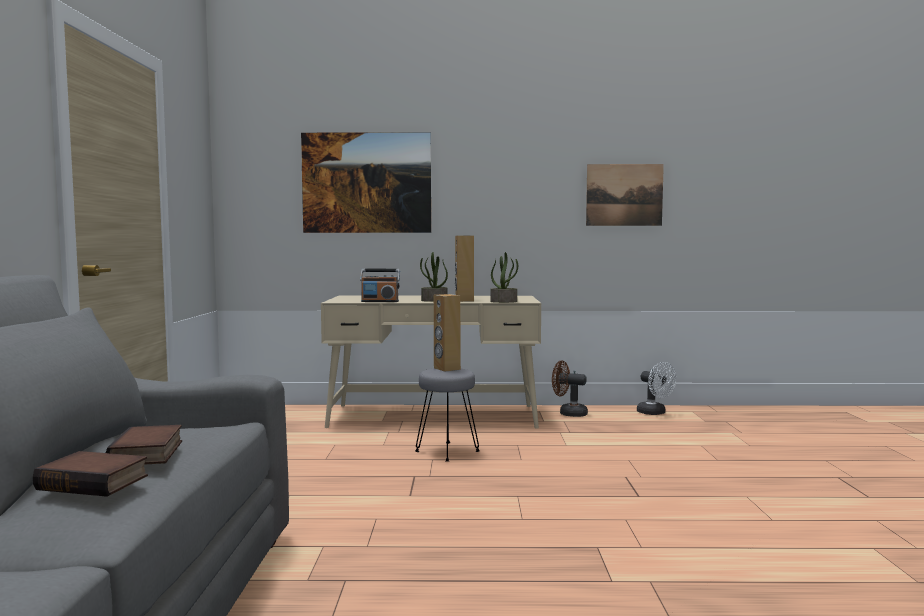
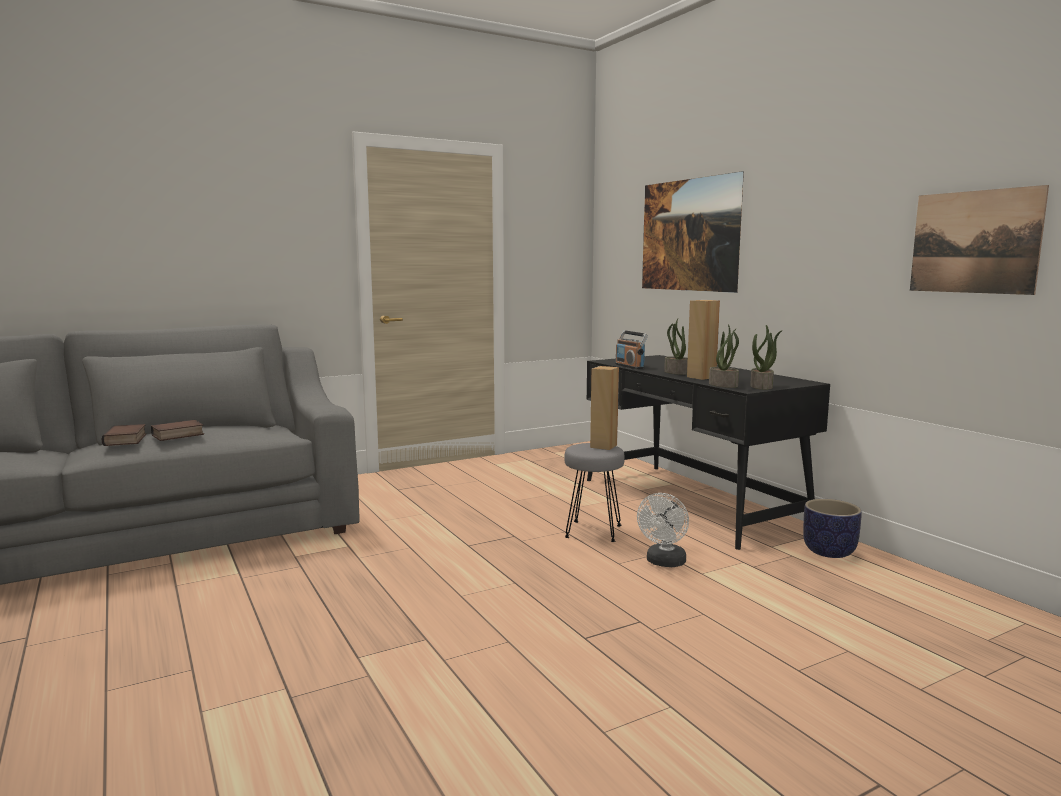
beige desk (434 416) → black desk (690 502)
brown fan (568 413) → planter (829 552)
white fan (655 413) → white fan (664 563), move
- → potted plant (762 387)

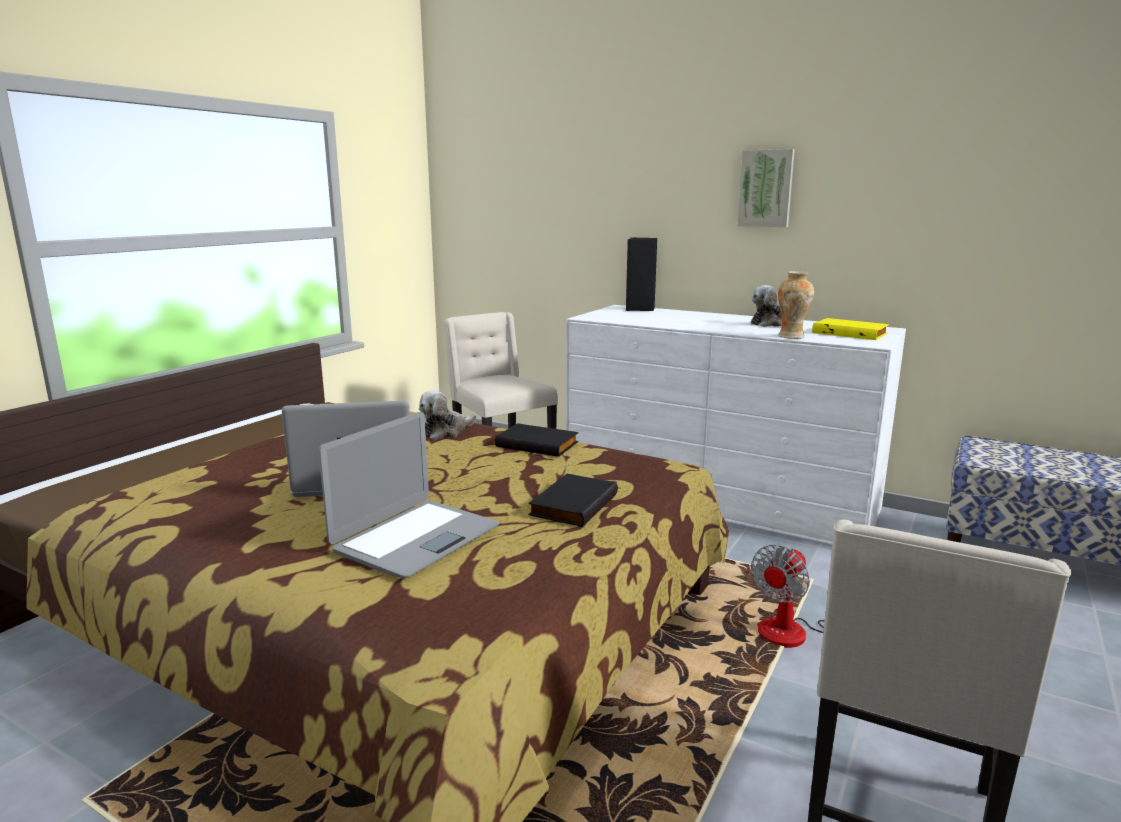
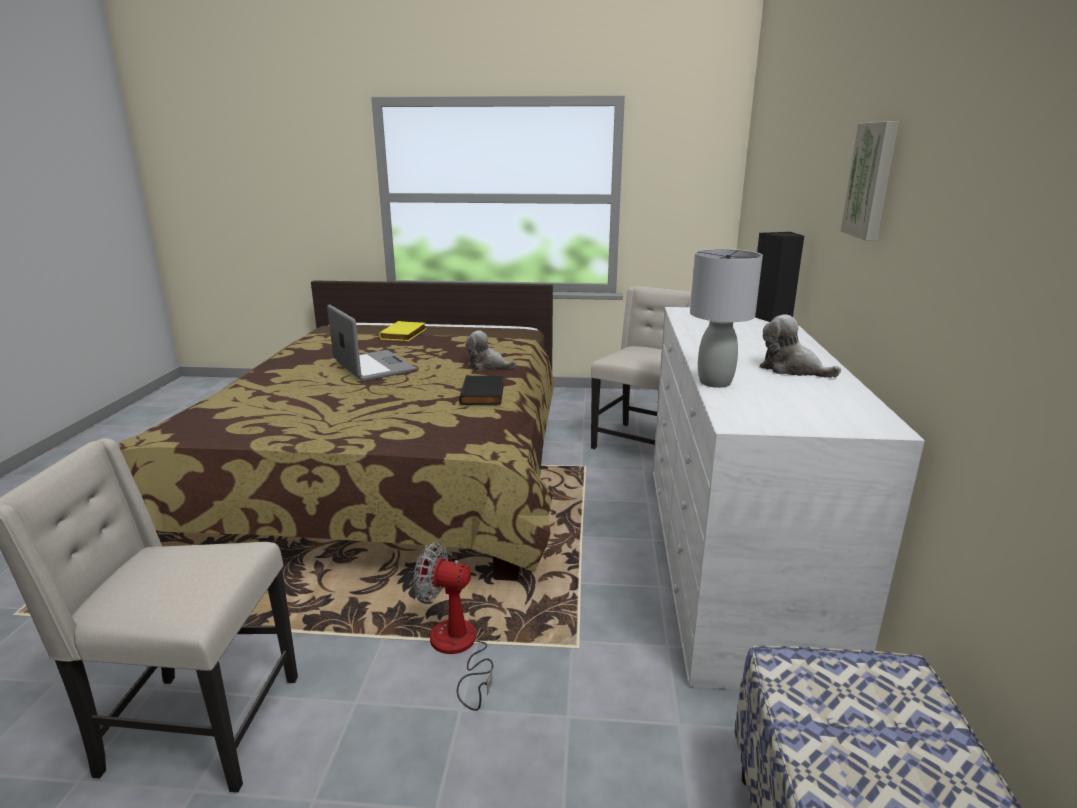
vase (792 337) → grey table lamp (714 382)
yellow book (850 333) → yellow book (404 334), move
laptop (415 539) → -
black book (572 504) → -

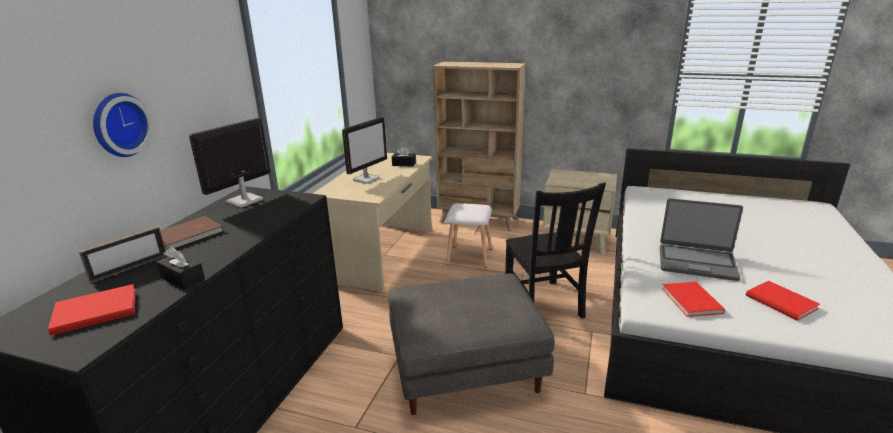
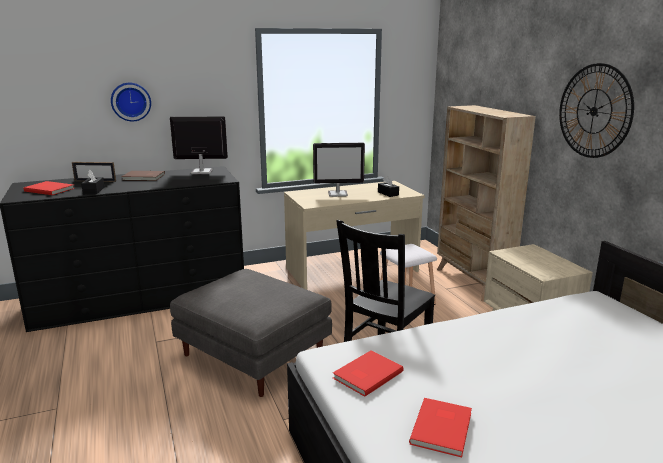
laptop (696 262) → -
- → wall clock (594 111)

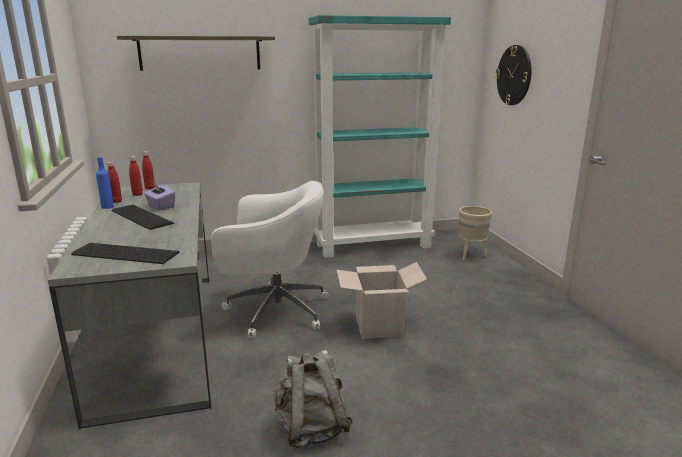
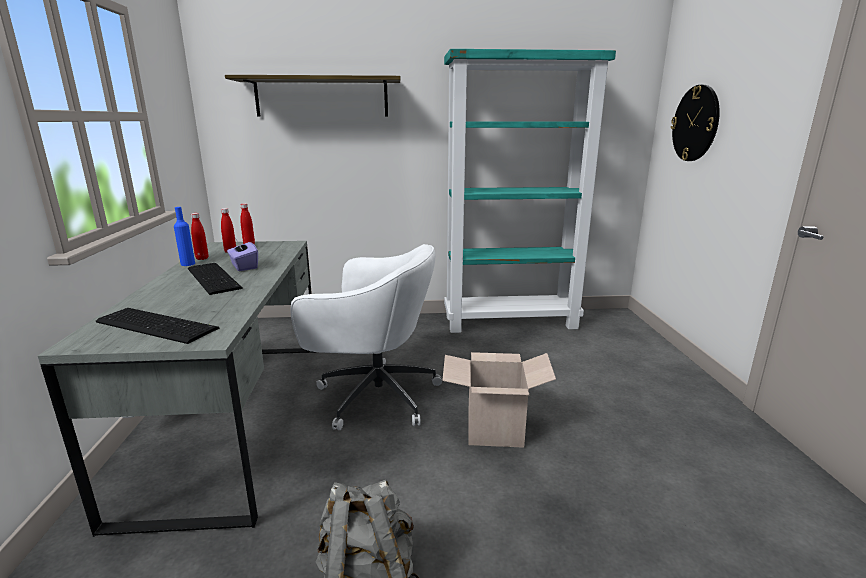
beige planter (471 255) → -

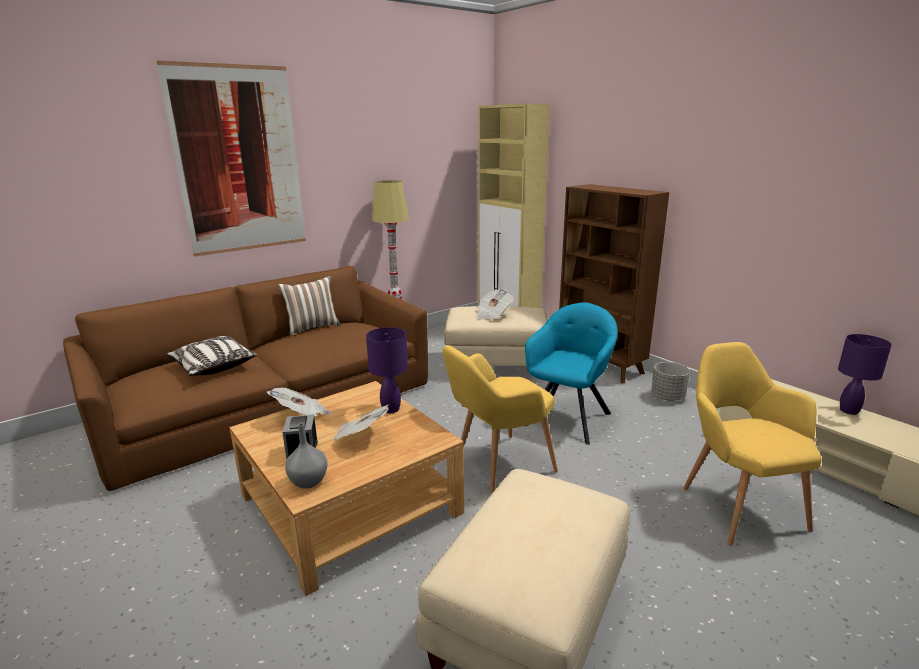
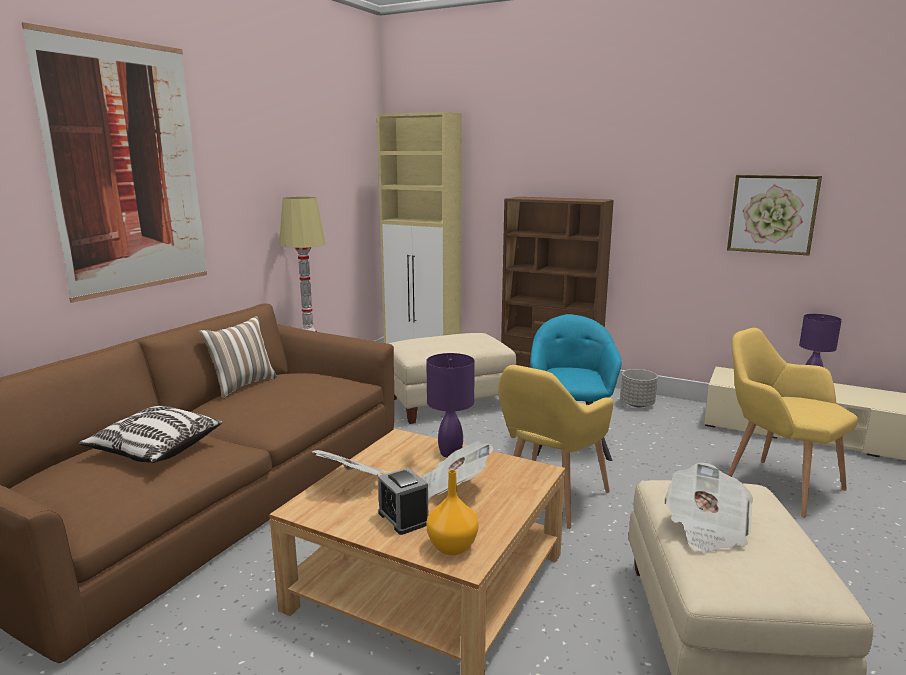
newspaper (492 315) → newspaper (705 528), move
grey vase (308 482) → orange vase (452 547)
- → picture (772 214)

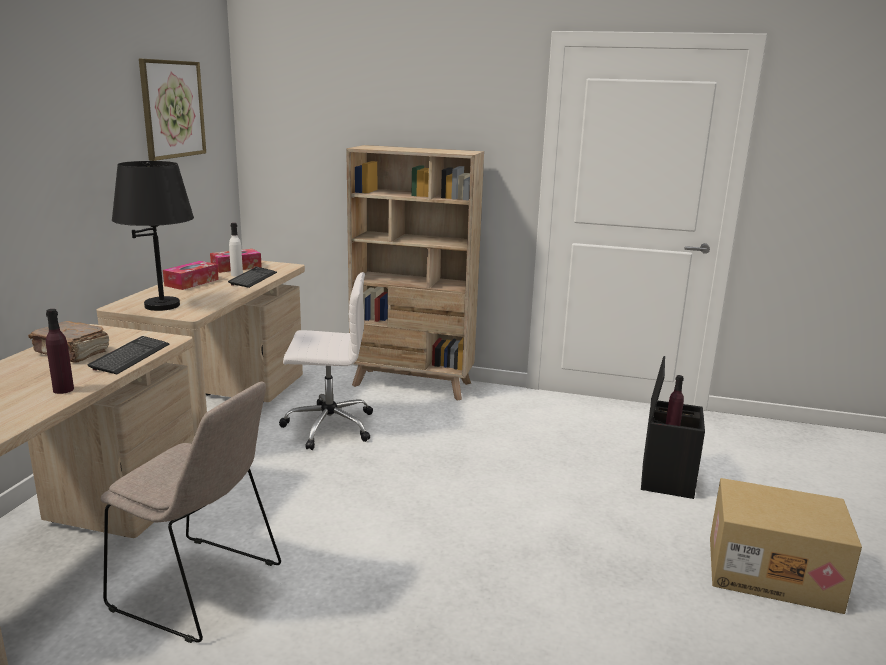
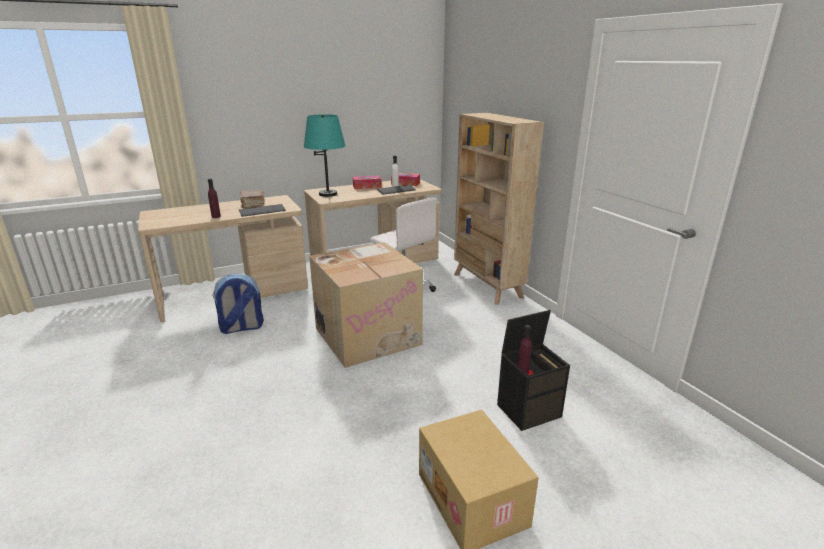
picture (172 109) → -
black table lamp (162 305) → turquoise table lamp (328 194)
beige chair (201 588) → backpack (241 328)
- → cardboard box (368 335)

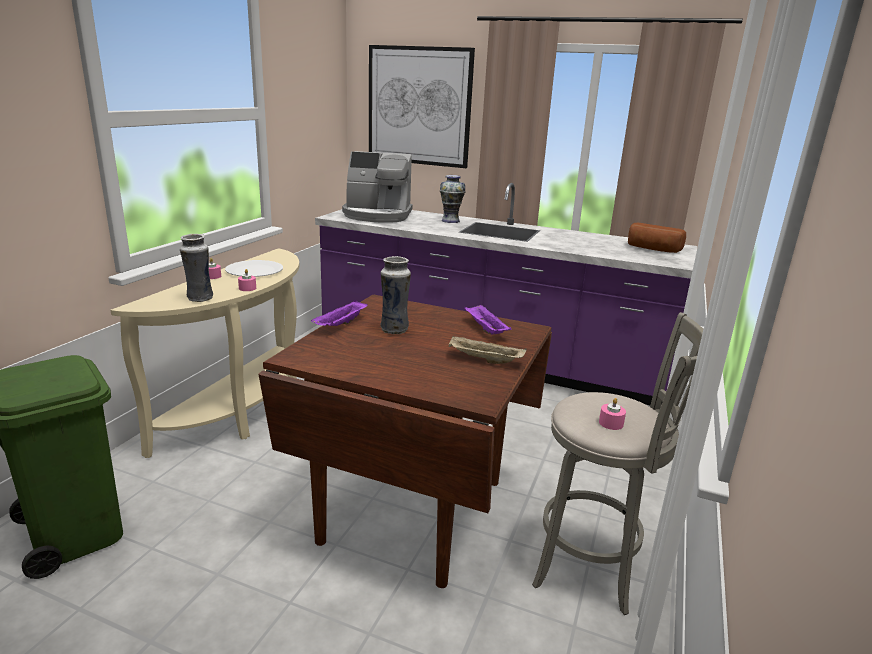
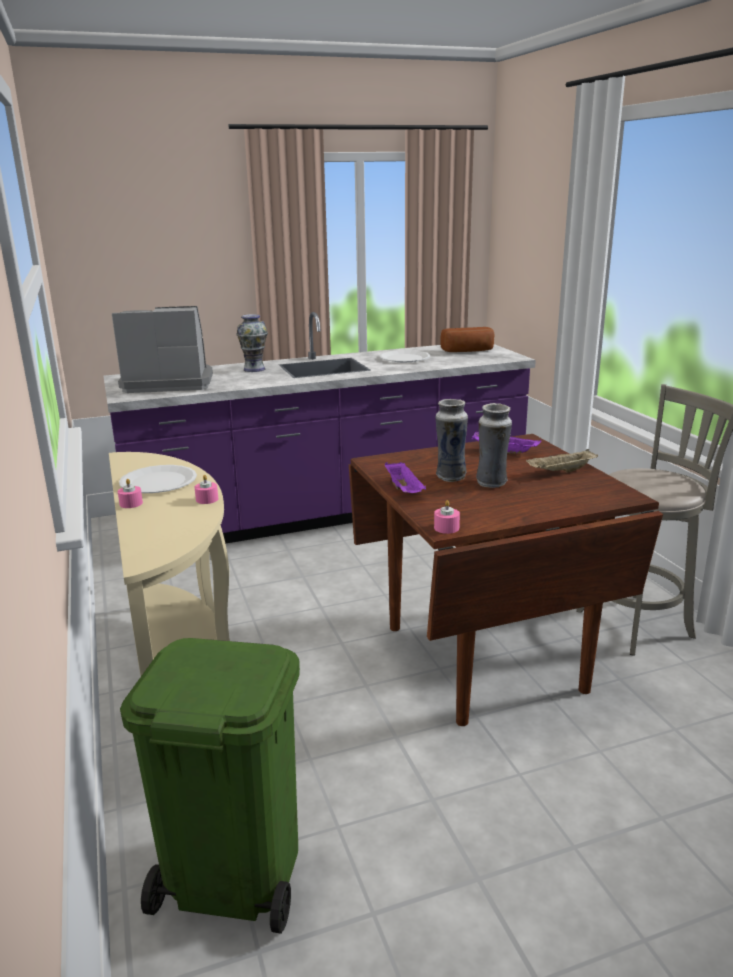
picture (419 106) → -
coffee machine (377 215) → coffee machine (167 383), 150 degrees counterclockwise
vase (199 299) → vase (492 483), move
pink candle (611 423) → pink candle (446 528), move
- → white plate (404 358)

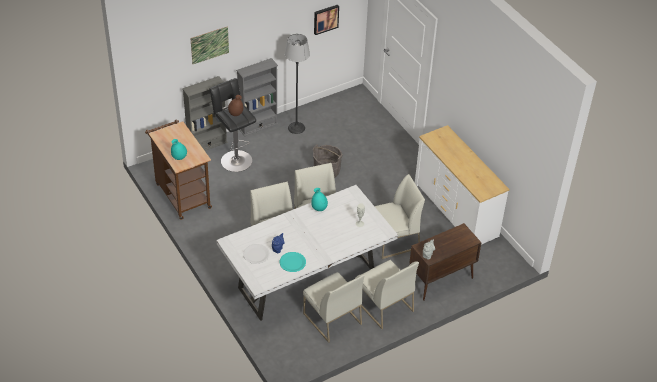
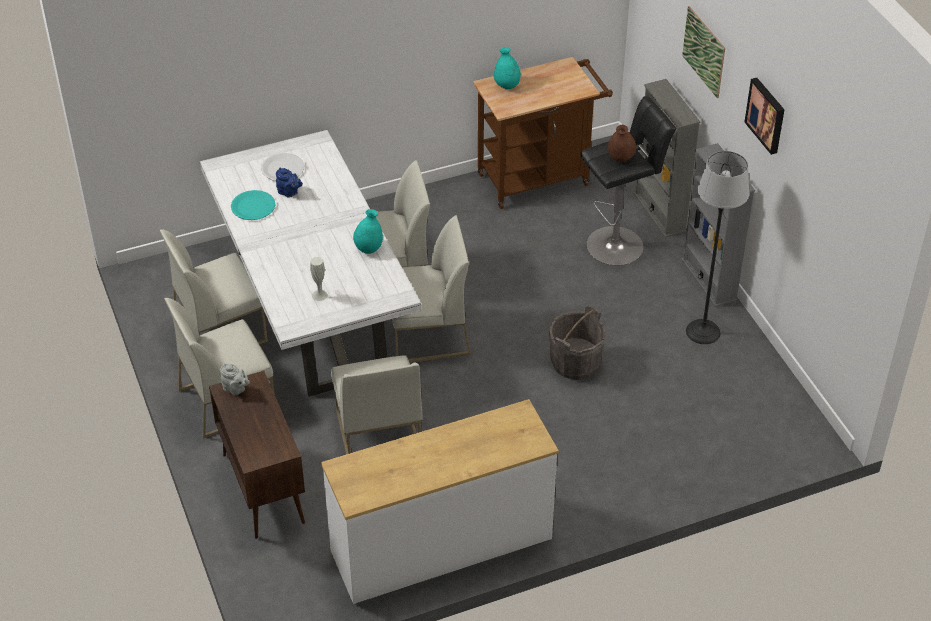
picture (325 19) → picture (767 115), move

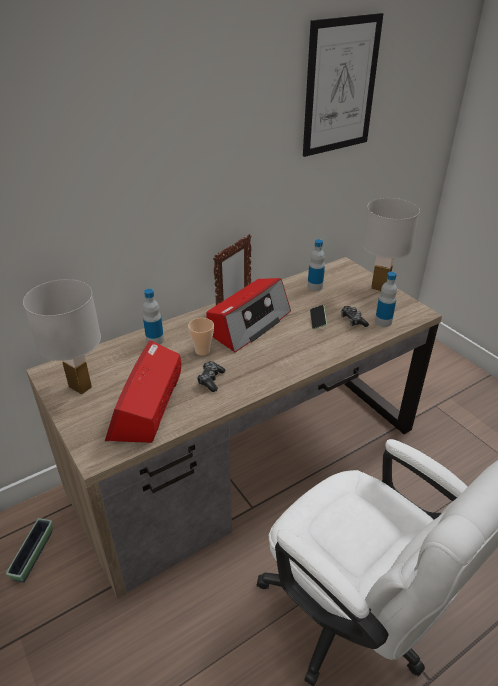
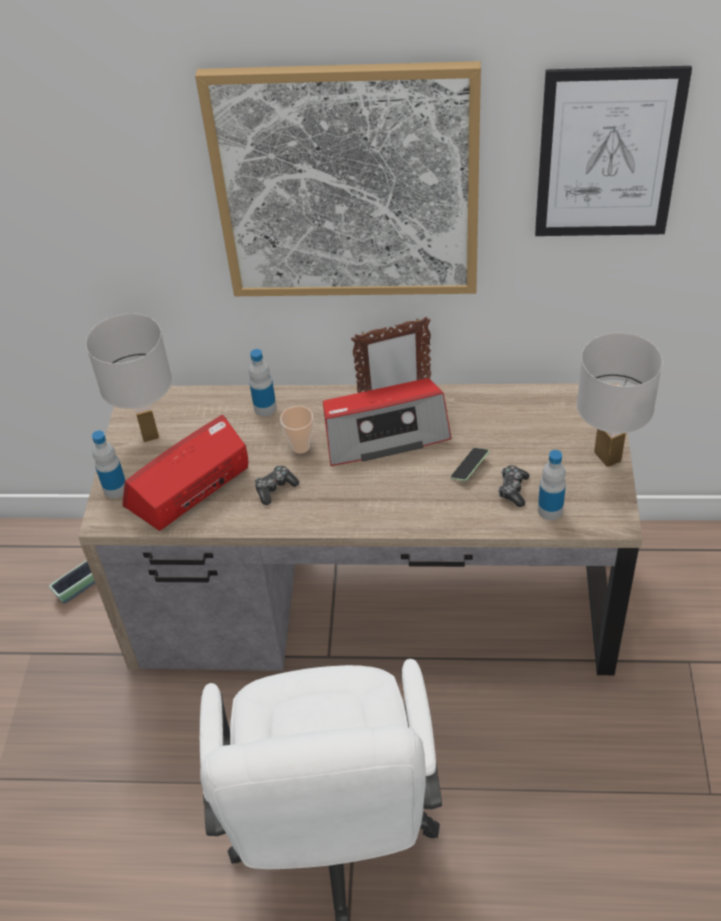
bottle (315 287) → bottle (115 489), move
- → picture (346 185)

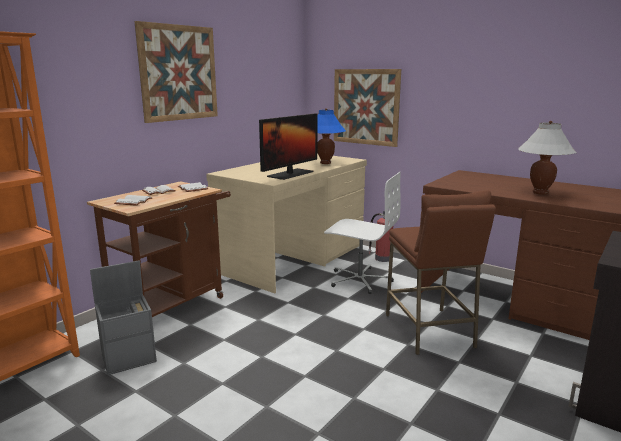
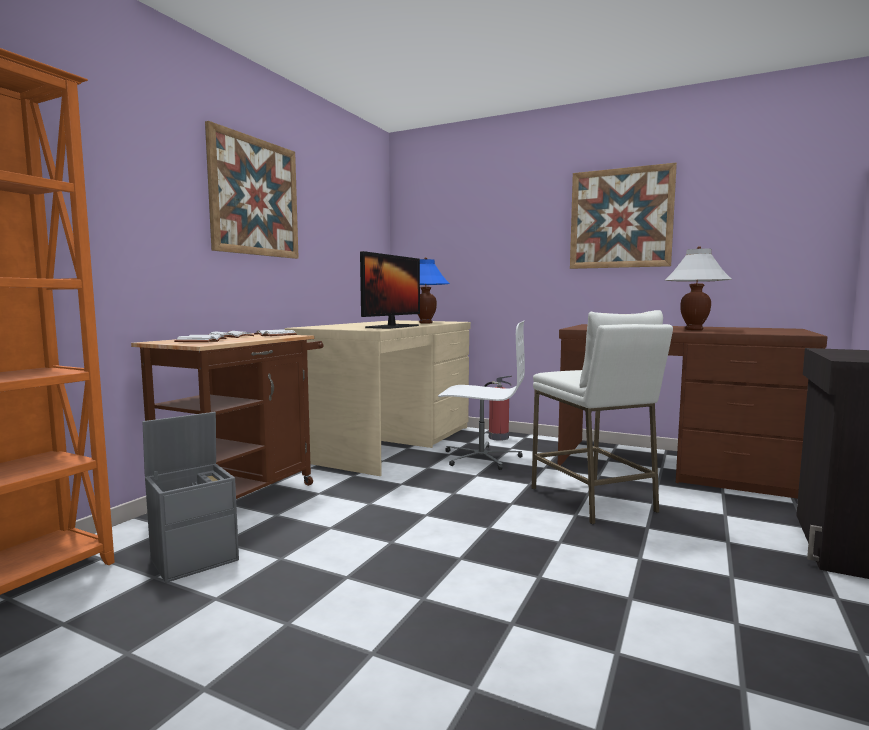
picture (366 107) → picture (620 218), move
brown stool (429 331) → white stool (593 500)

